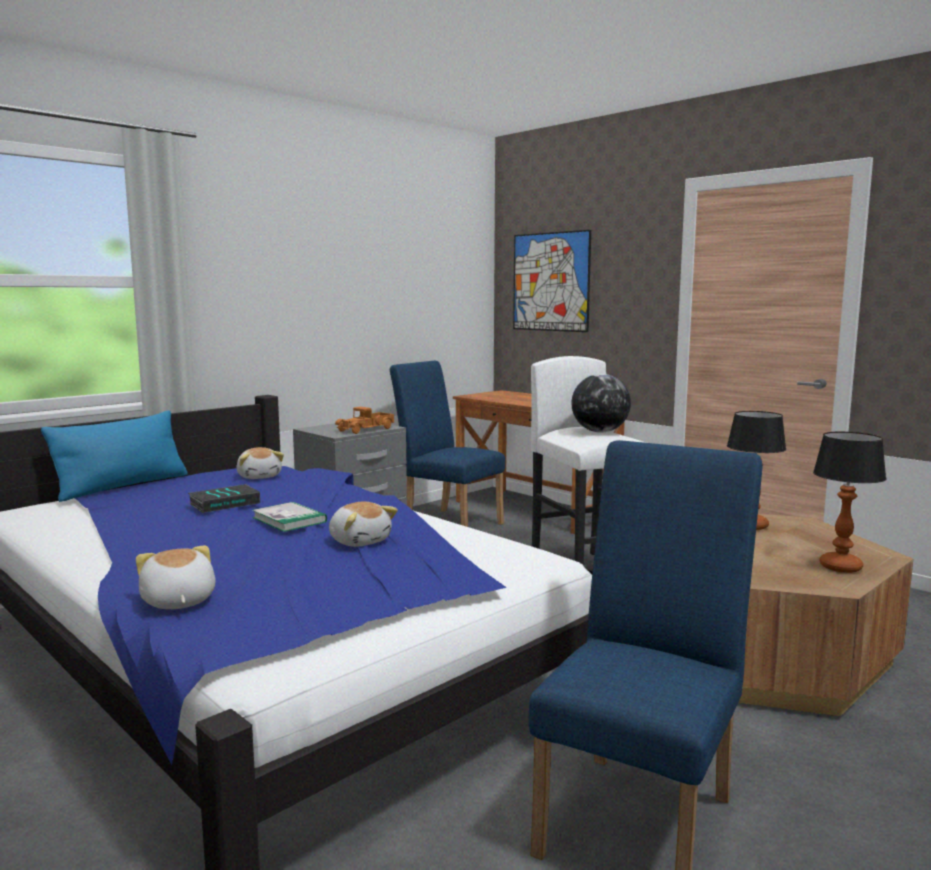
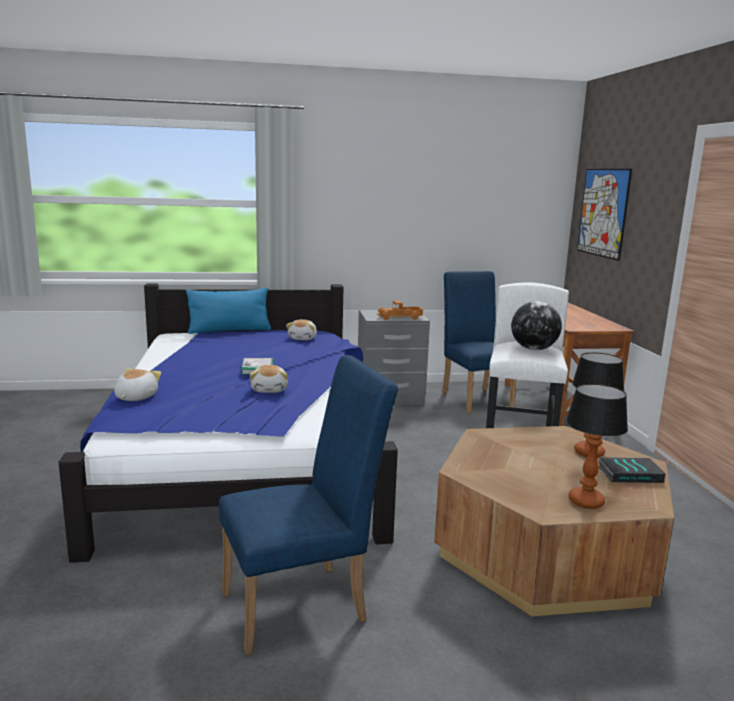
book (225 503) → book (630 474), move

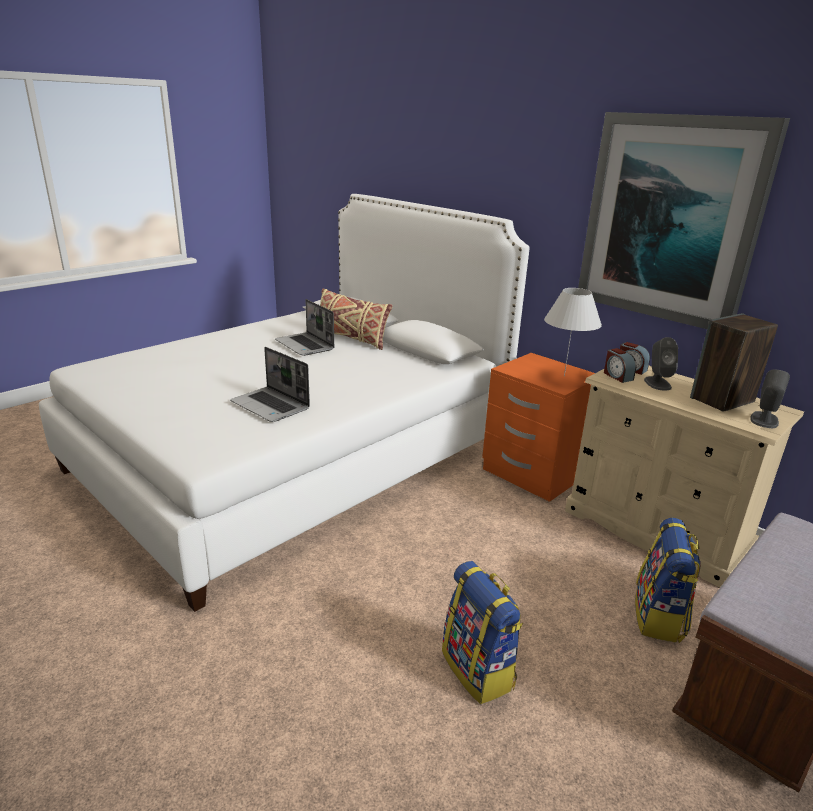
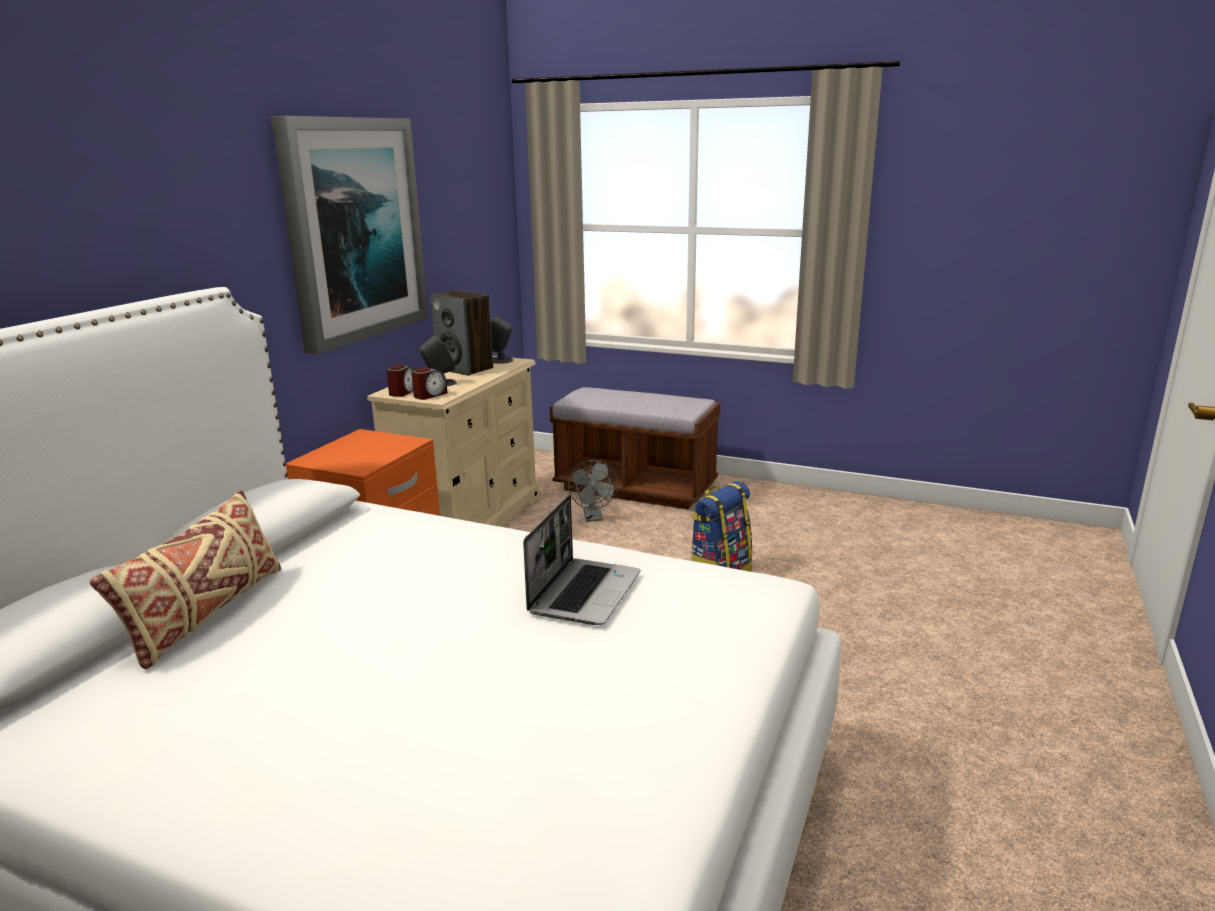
white table lamp (564 376) → -
laptop (305 345) → -
backpack (659 617) → grey fan (593 518)

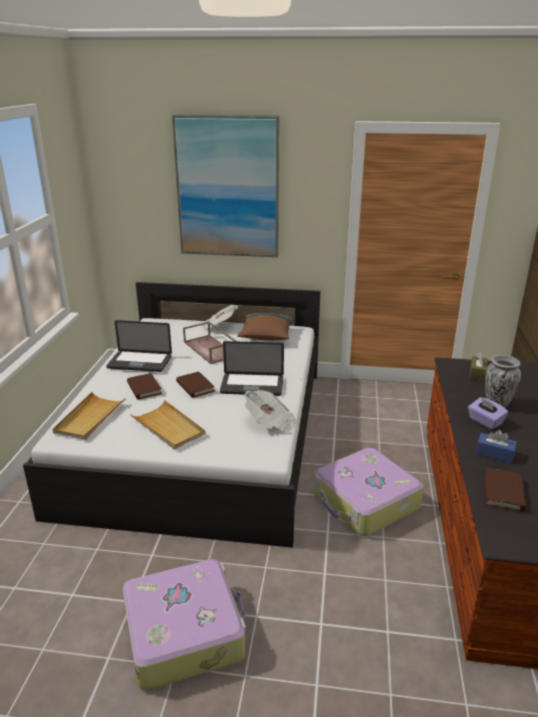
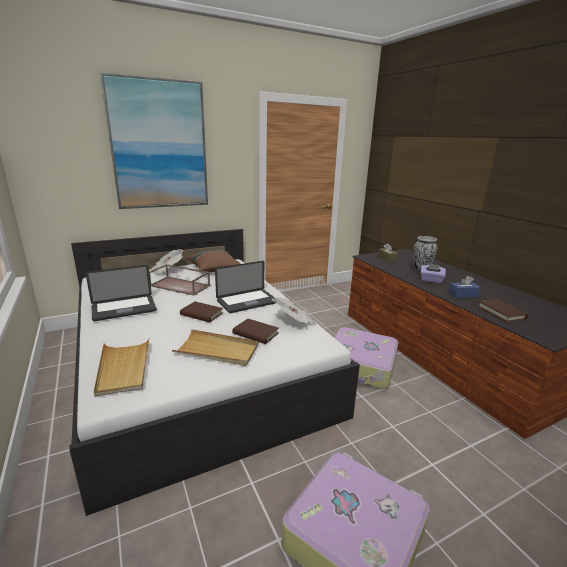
brown book (144 388) → brown book (255 333), move

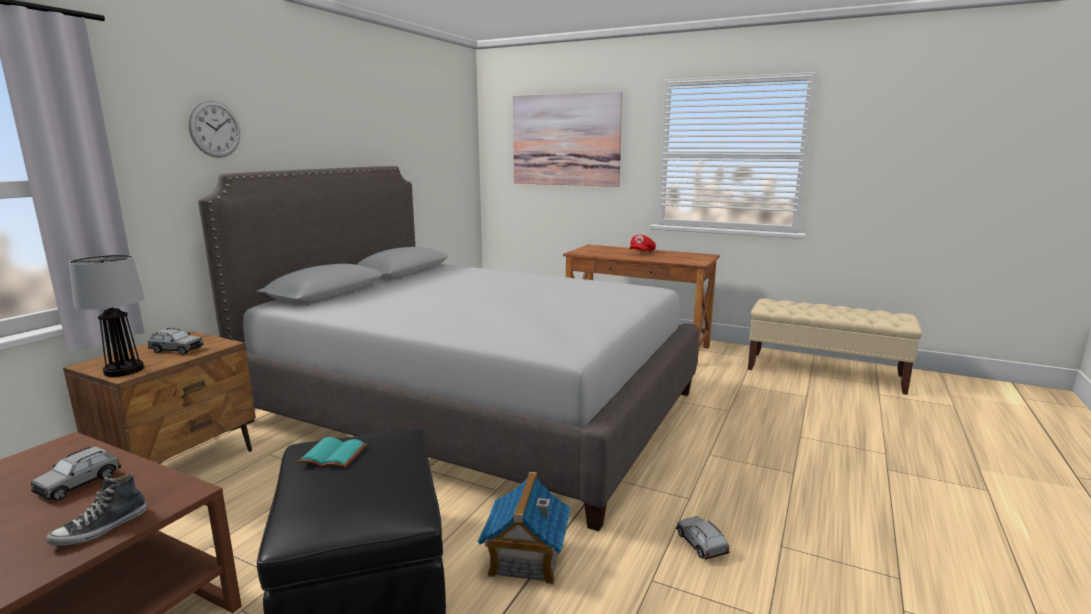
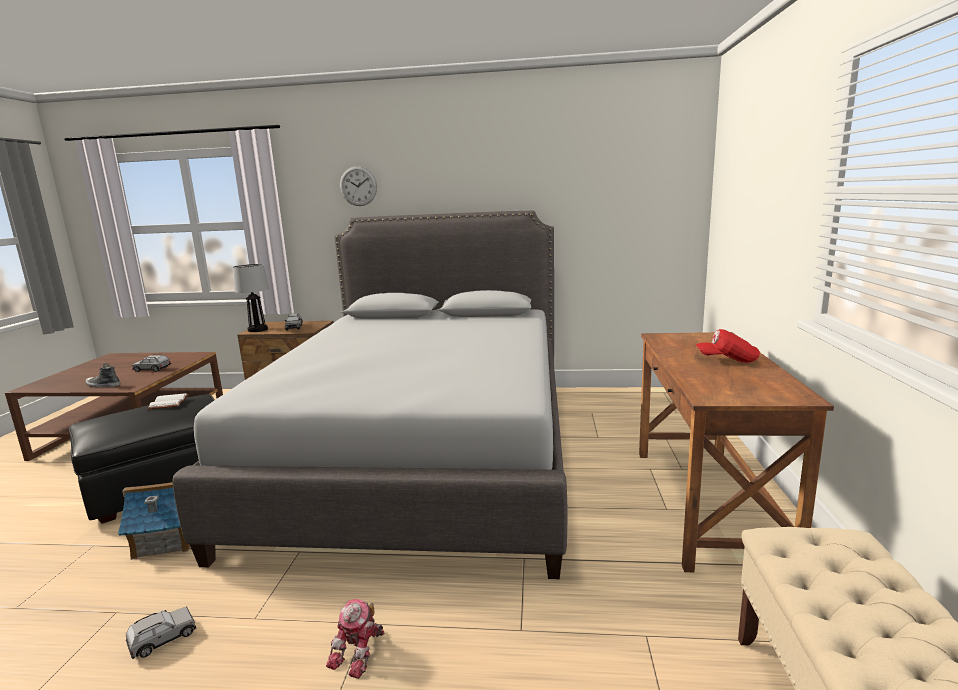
picture (565 140) → -
turquoise book (331 456) → white book (168 402)
- → toy robot (360 652)

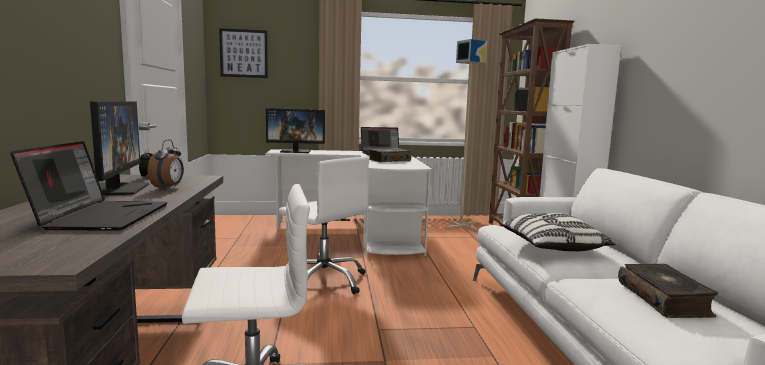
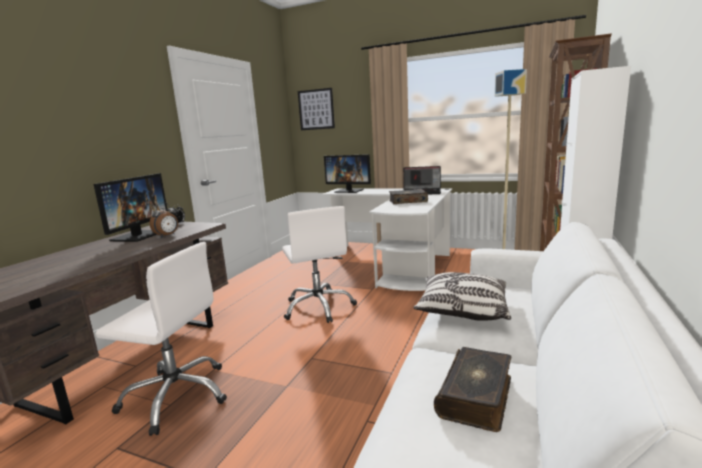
laptop (101 216) → -

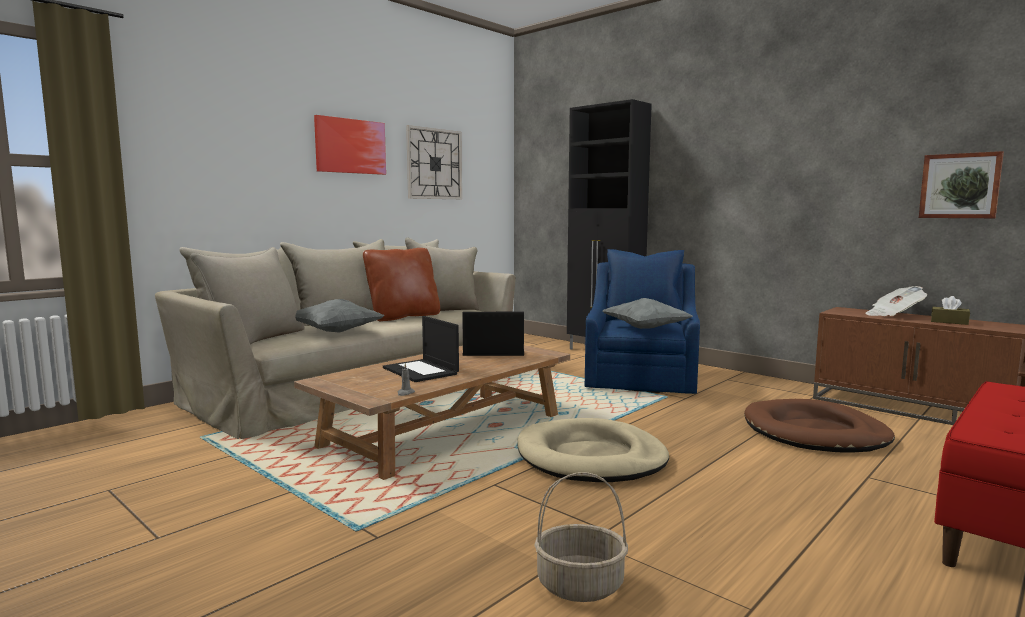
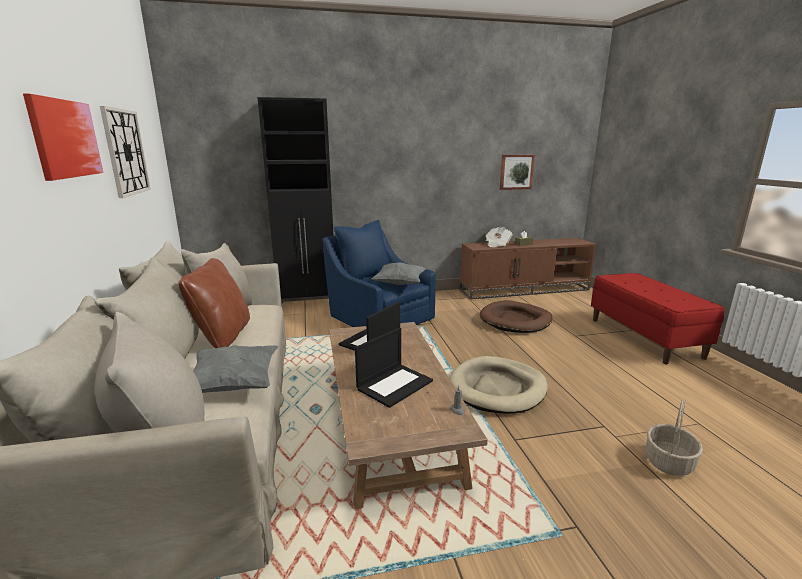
laptop (421 371) → laptop (395 384), 45 degrees counterclockwise

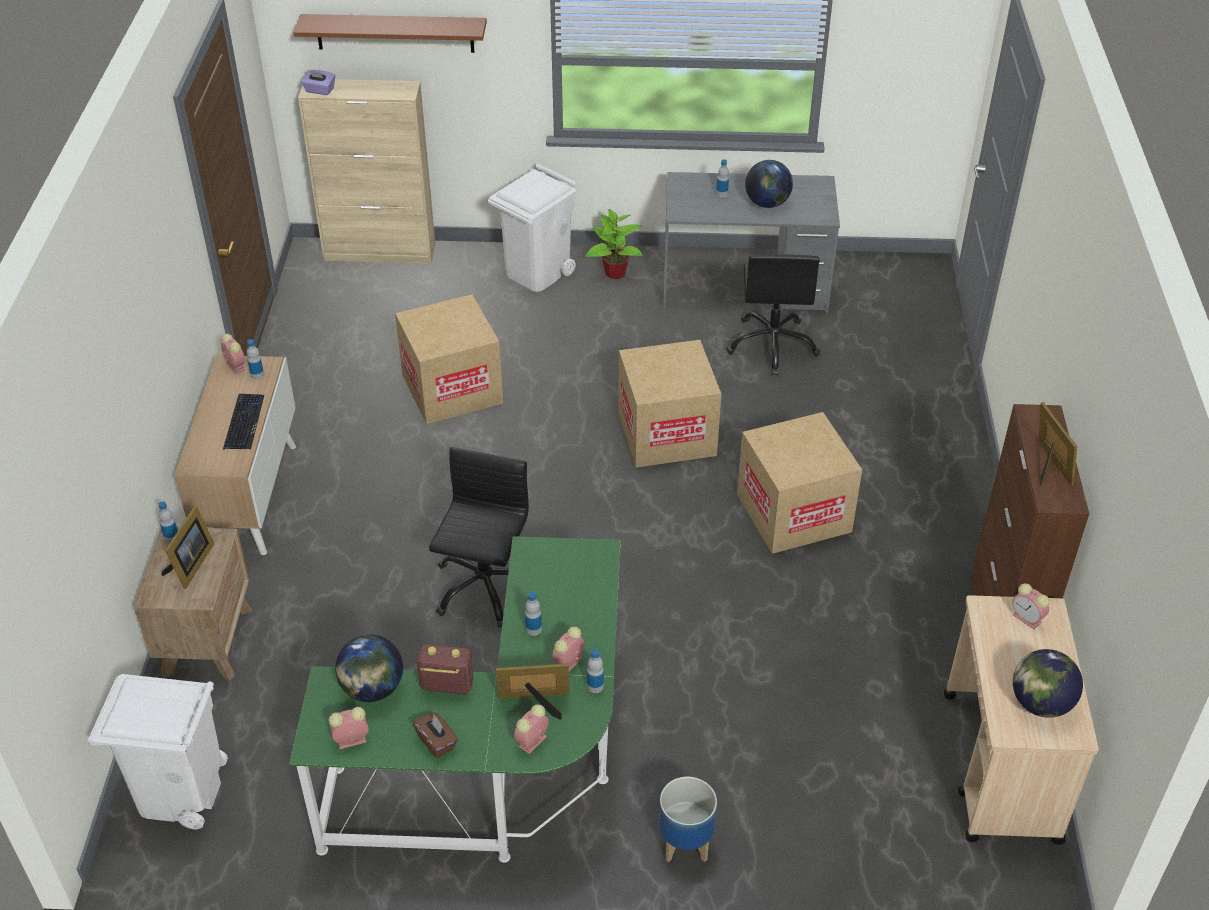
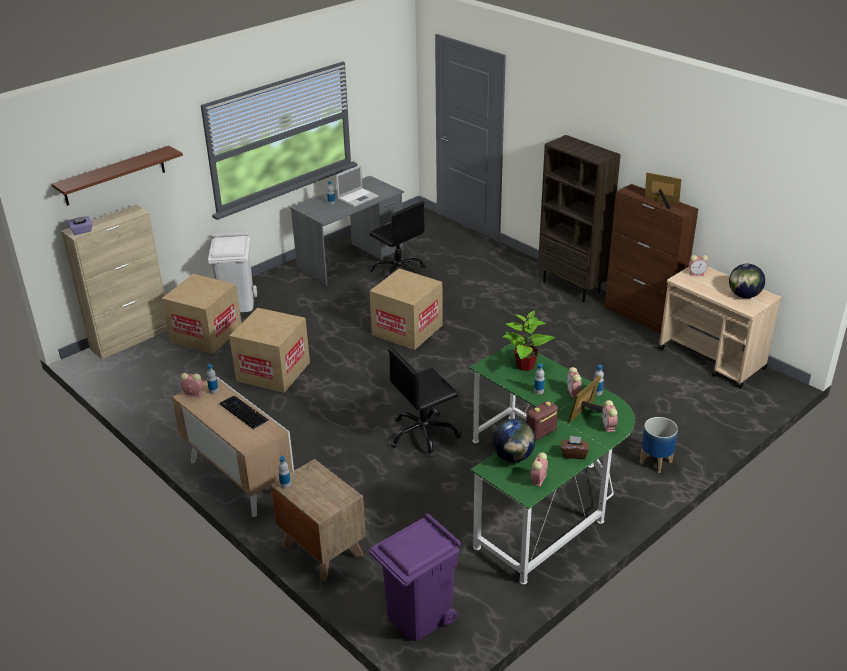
globe (767 203) → laptop (358 197)
potted plant (615 272) → potted plant (524 366), move
cardboard box (793 513) → cardboard box (206 334), move
black office chair (484 587) → black office chair (423 435), 90 degrees counterclockwise
picture frame (190 565) → -
white trash can (180 793) → purple trash can (418 616)
- → brown bookcase (572 287)

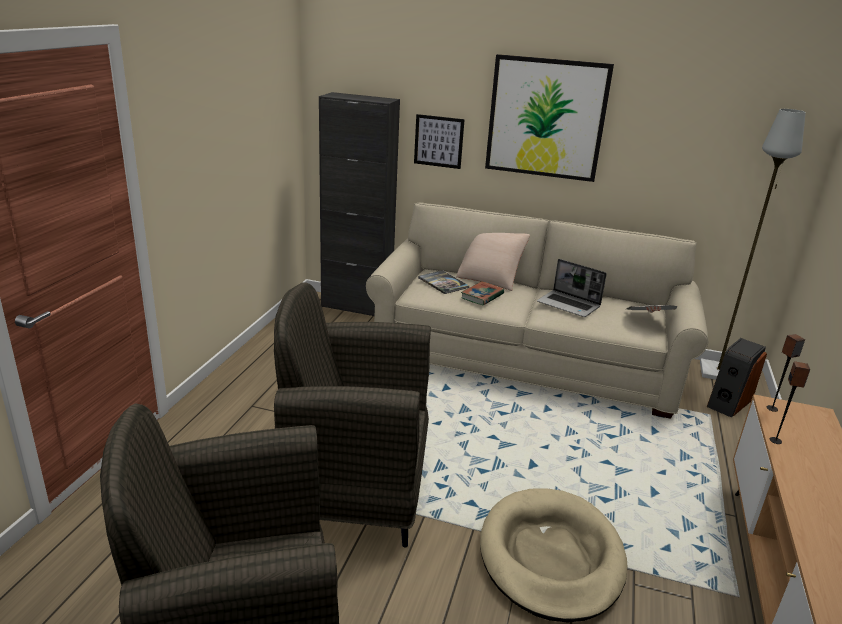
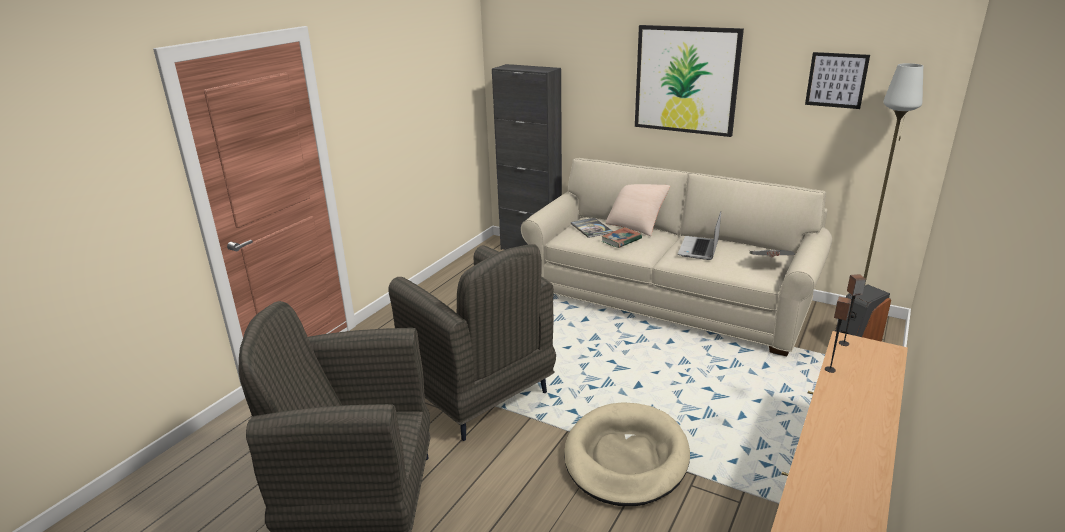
picture (438 141) → picture (836 80), move
laptop (569 305) → laptop (699 249), 60 degrees clockwise
grey armchair (355 494) → grey armchair (480 396), 150 degrees counterclockwise

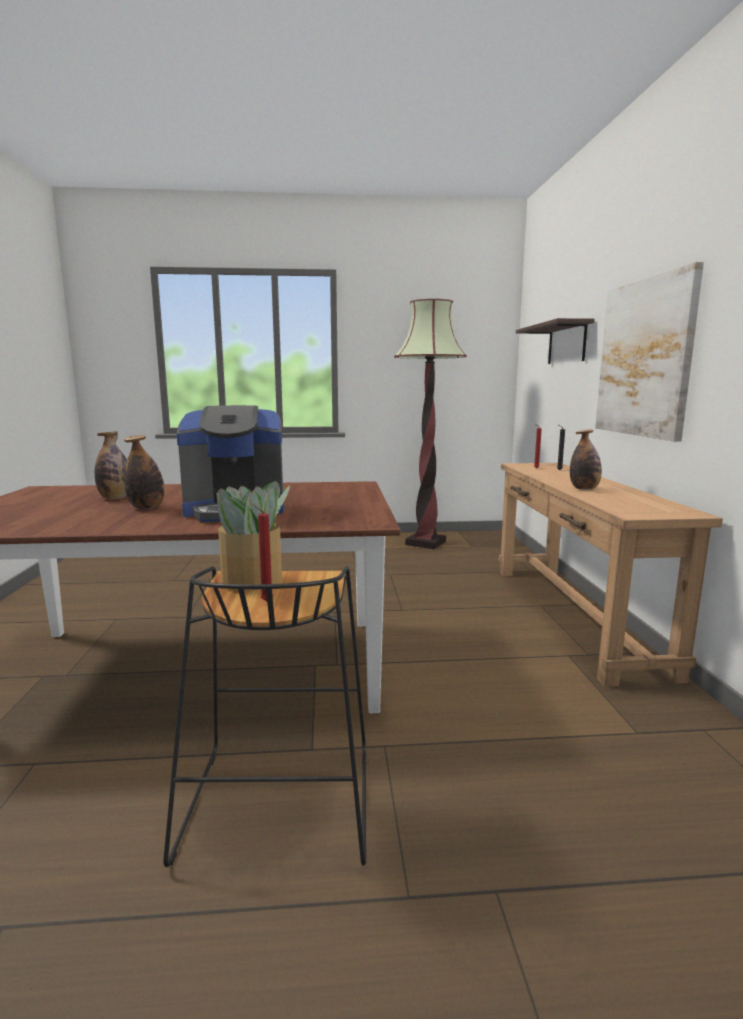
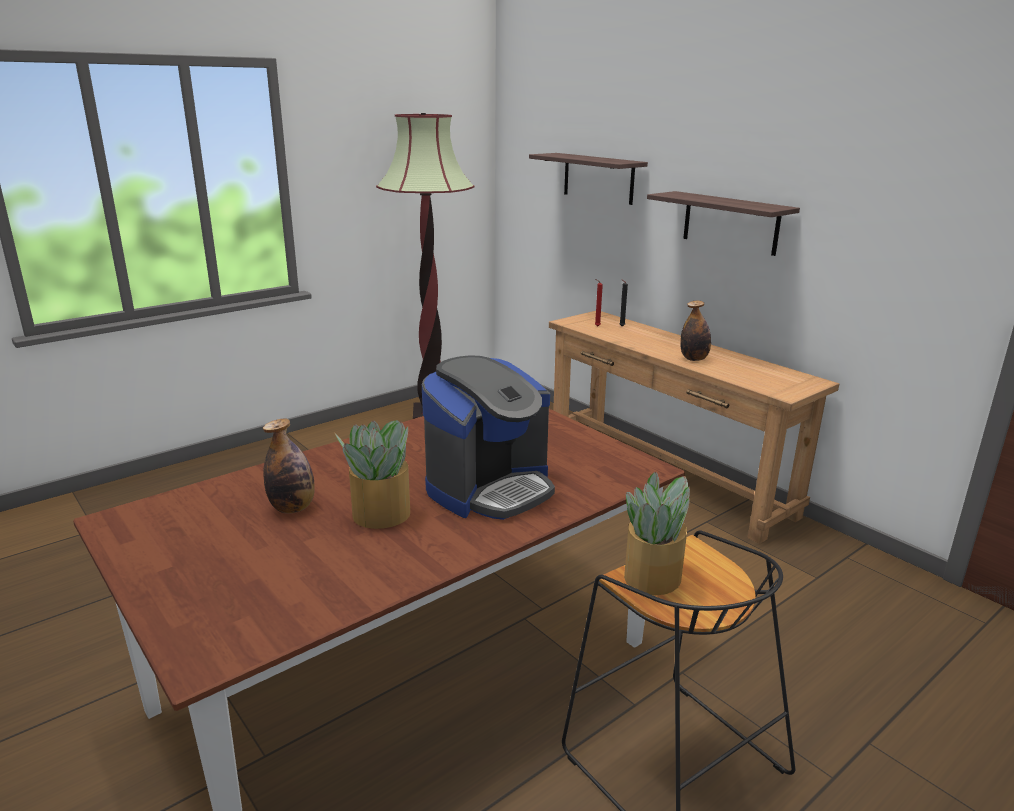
picture (644 358) → shelf (730 223)
bottle (147 507) → potted plant (380 514)
red candle (265 601) → -

